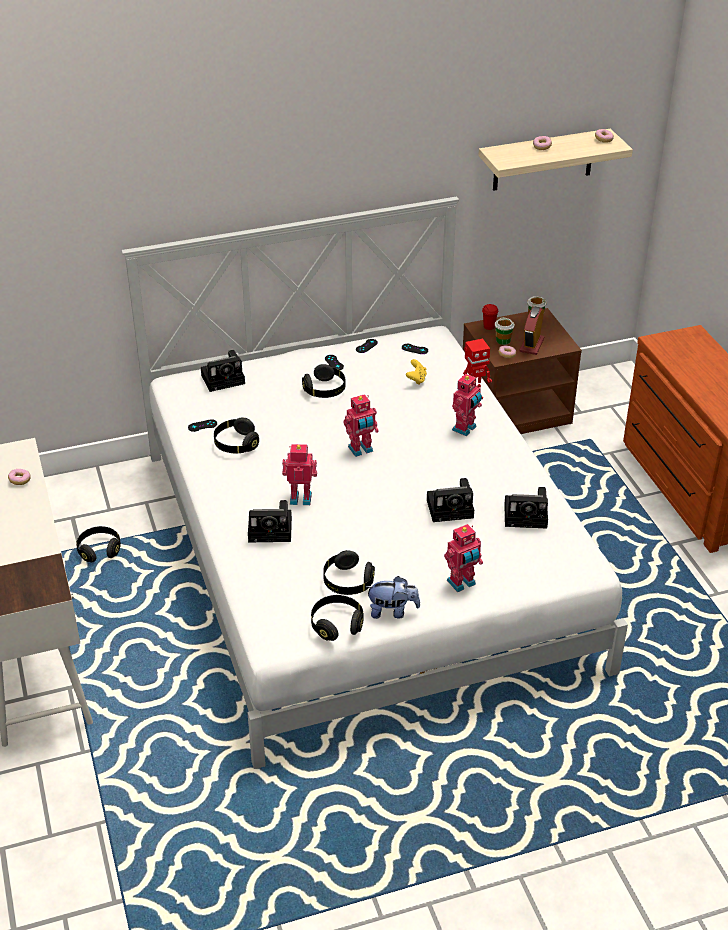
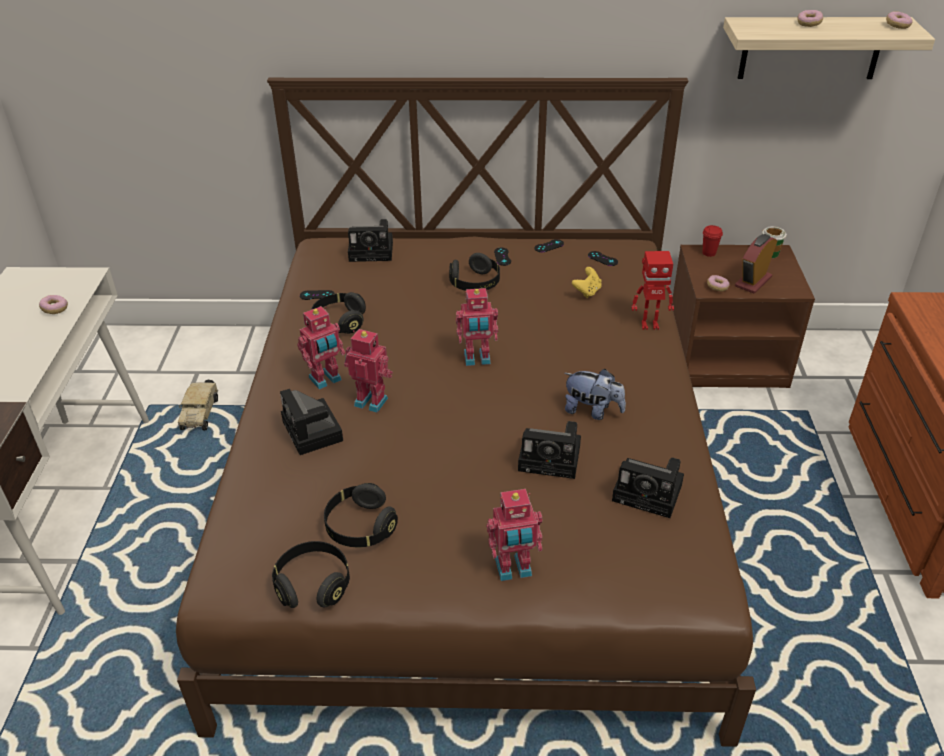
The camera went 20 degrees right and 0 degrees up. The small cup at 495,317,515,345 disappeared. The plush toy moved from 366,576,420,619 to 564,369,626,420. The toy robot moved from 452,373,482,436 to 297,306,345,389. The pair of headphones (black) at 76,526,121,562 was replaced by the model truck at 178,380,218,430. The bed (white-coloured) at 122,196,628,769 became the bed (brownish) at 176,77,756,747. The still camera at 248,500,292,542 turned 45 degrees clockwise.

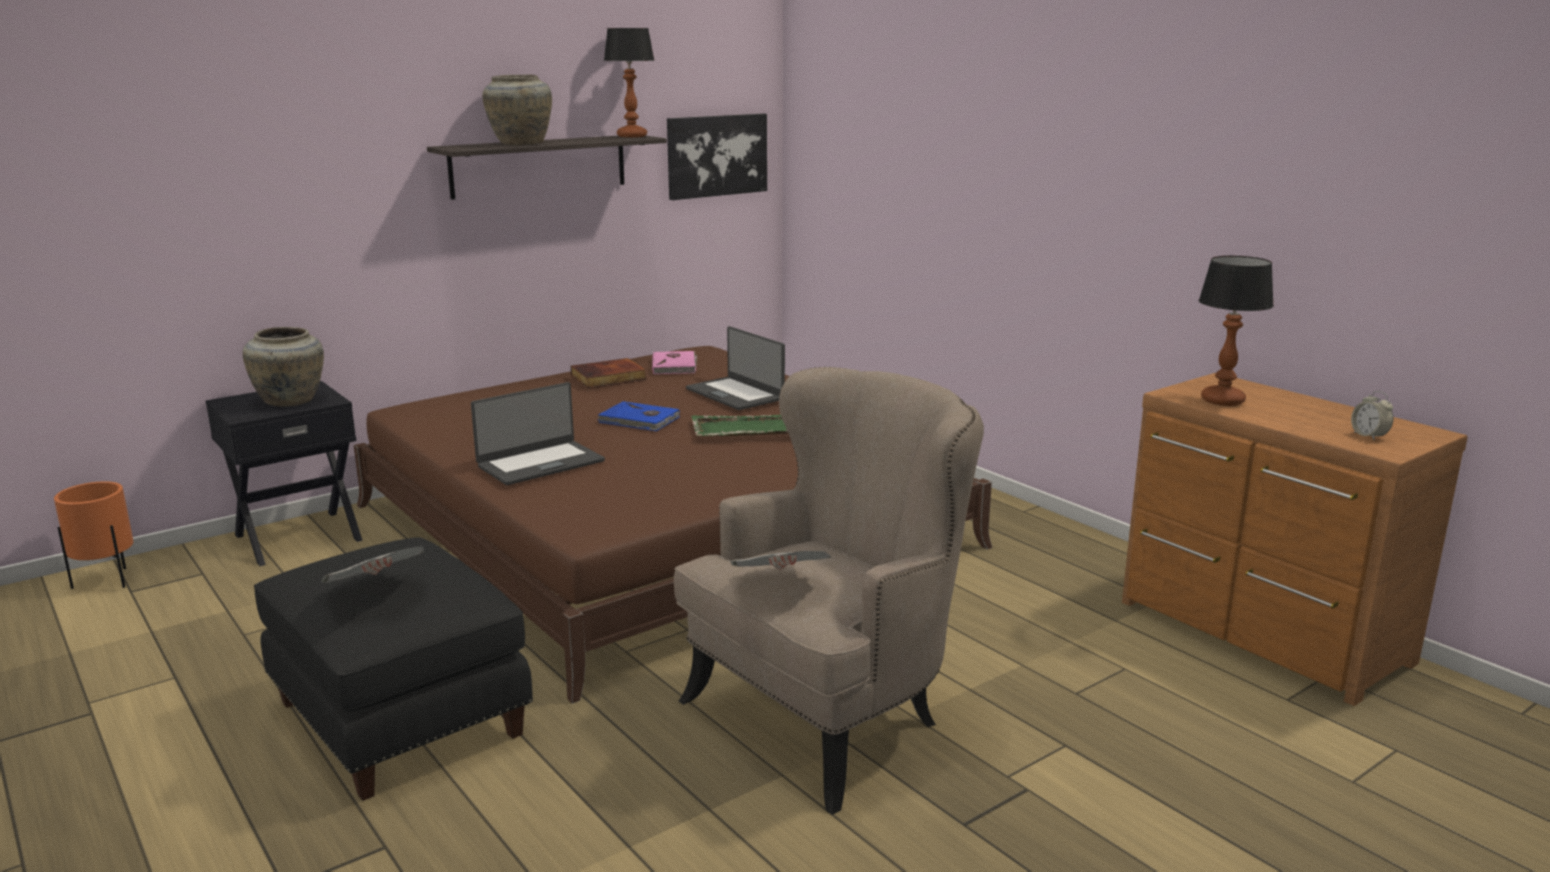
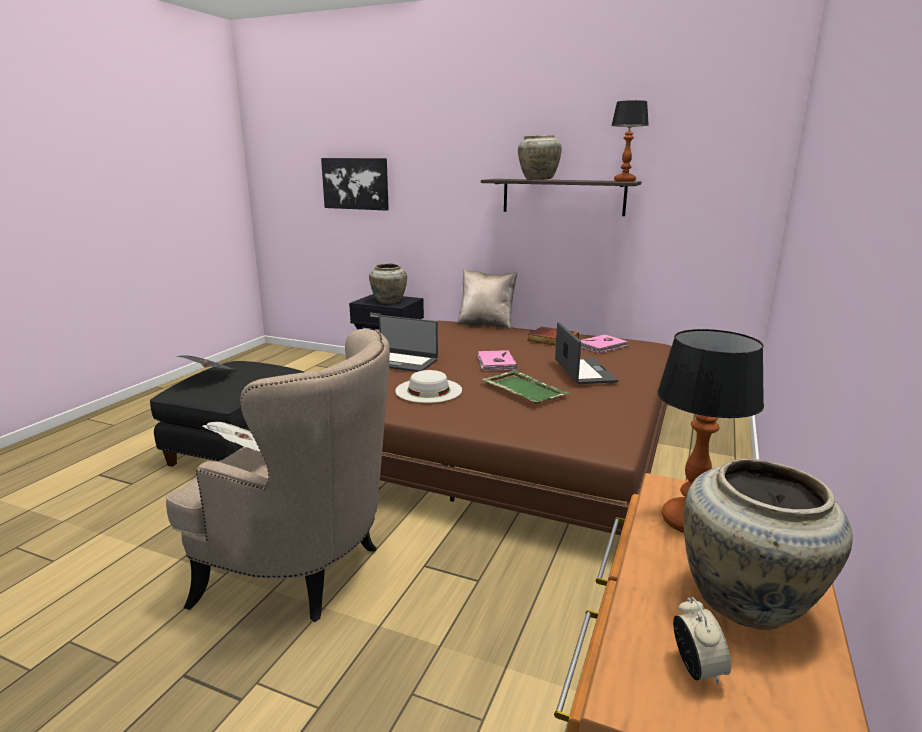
The camera went 60 degrees right and 0 degrees up. The flower pot (orangey) at 54,481,134,589 disappeared. The hat (white-coloured) at 395,370,462,403 appeared. The throw pillow (beige-coloured) at 457,269,517,330 appeared. The flower vase (beige-coloured) at 683,459,853,630 appeared. The picture moved from 667,114,767,200 to 321,158,389,211. The volume (blue) at 598,401,680,431 became the volume (pinkish) at 477,350,517,371. The laptop at 686,326,785,410 turned 150 degrees clockwise. The table clock at 1351,391,1393,440 turned 135 degrees clockwise.

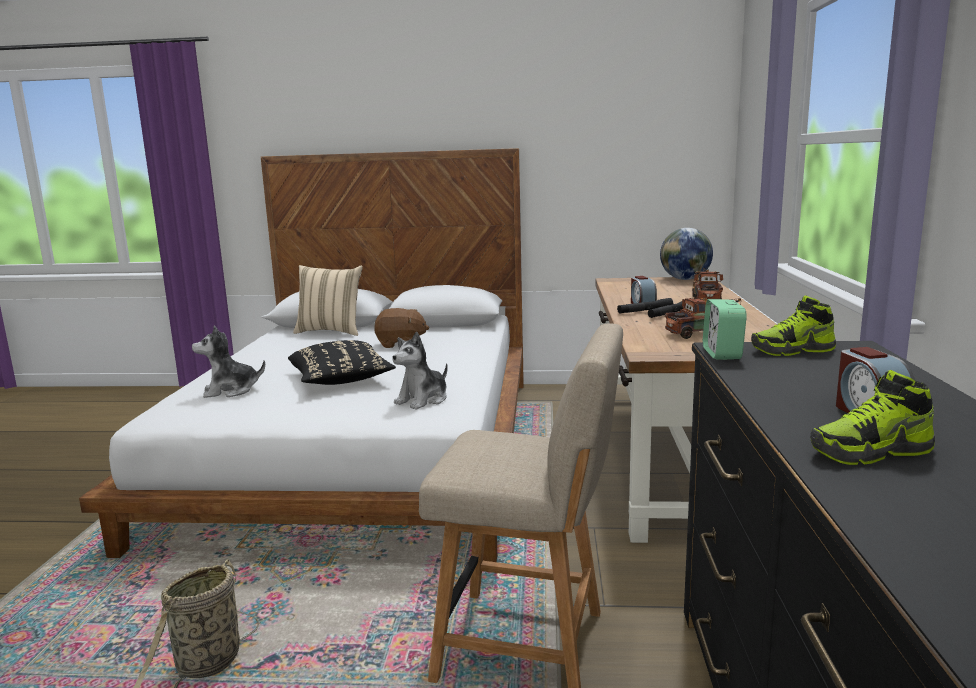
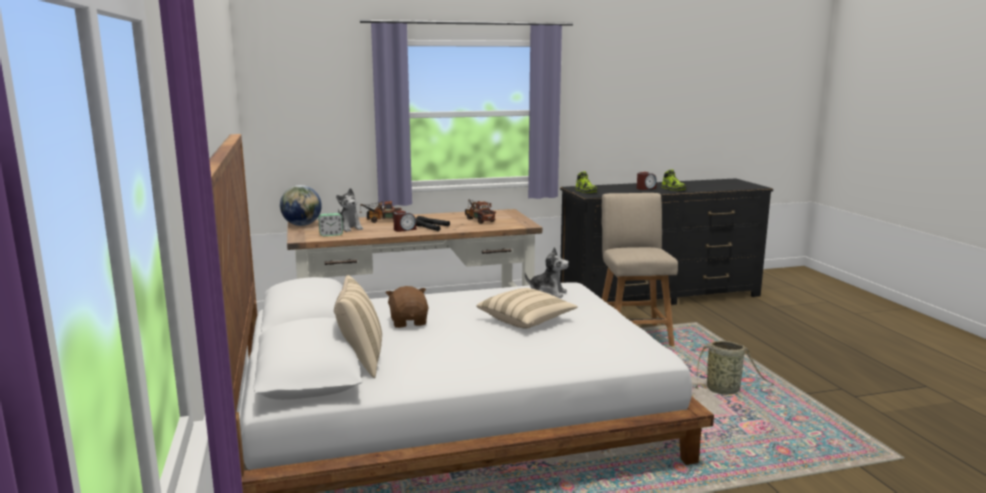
The camera went 110 degrees left and 0 degrees up. The plush toy moved from 192,325,265,398 to 336,188,363,232. The table clock moved from 703,299,747,360 to 318,213,343,236. The throw pillow (black) at 288,340,396,385 became the throw pillow (beige-coloured) at 476,288,578,328.

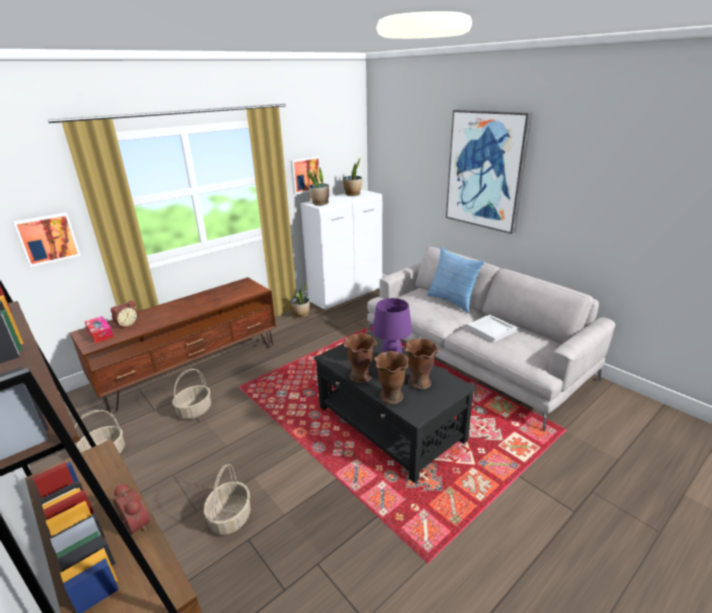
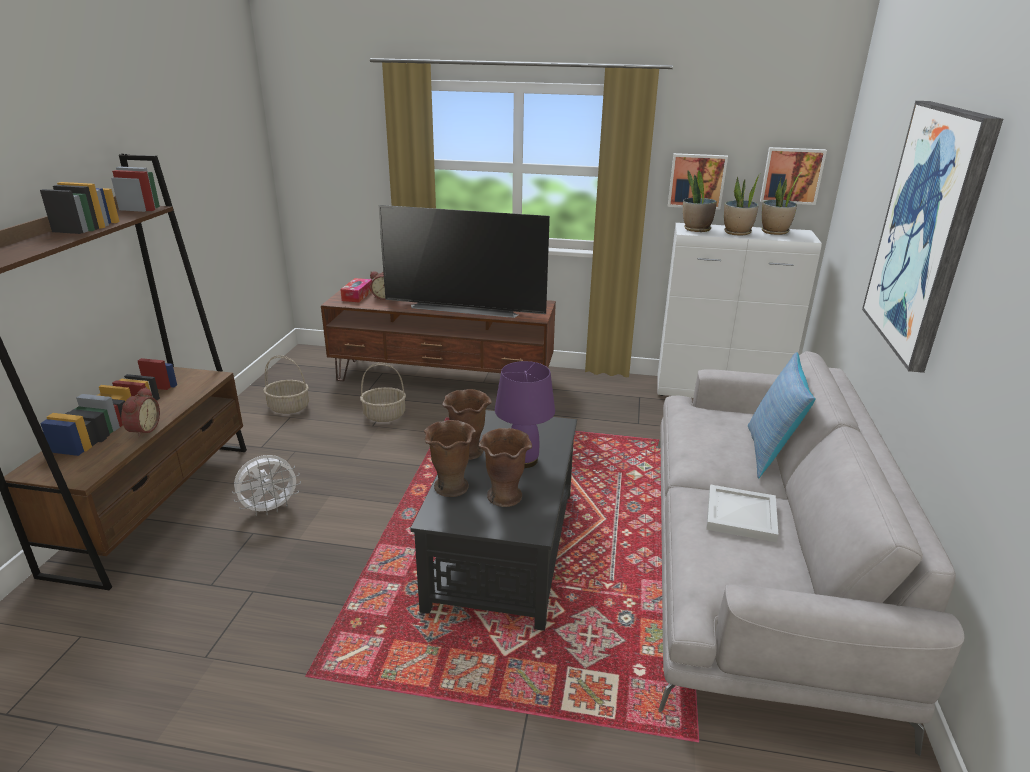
The camera went 50 degrees right and 0 degrees up. The TV at 378,205,550,318 appeared. The picture moved from 13,213,81,267 to 760,147,827,205. The plant in a pot moved from 290,283,310,318 to 724,173,761,235. The household basket at 204,464,251,535 was replaced by the electric fan (white-coloured) at 232,455,301,516.

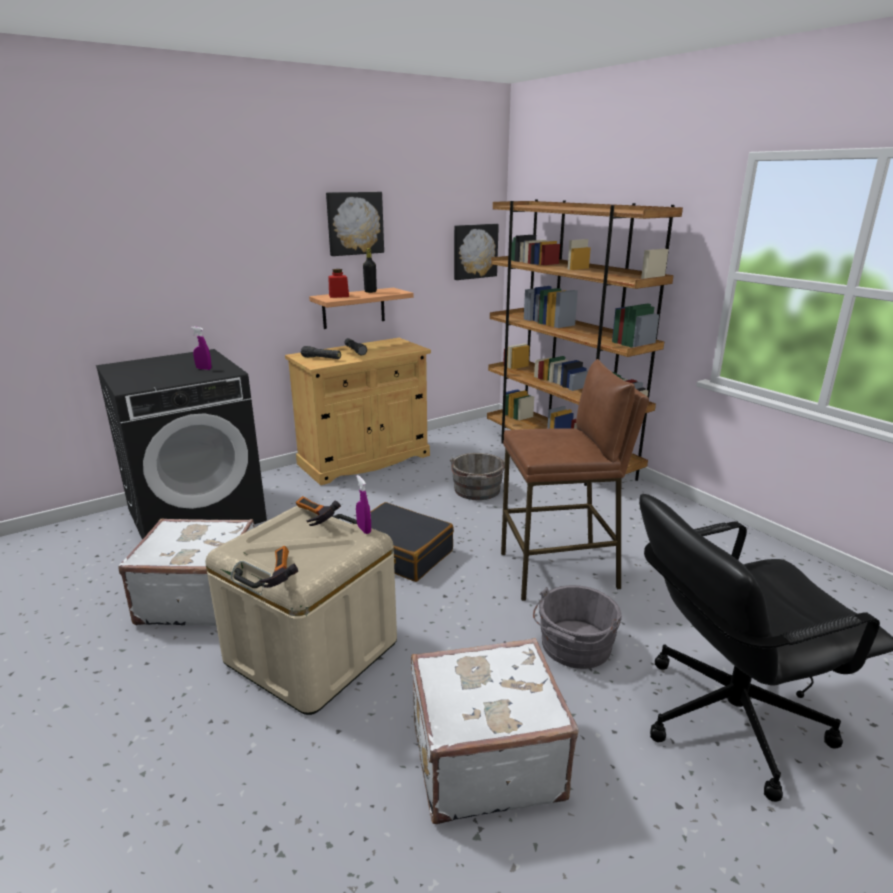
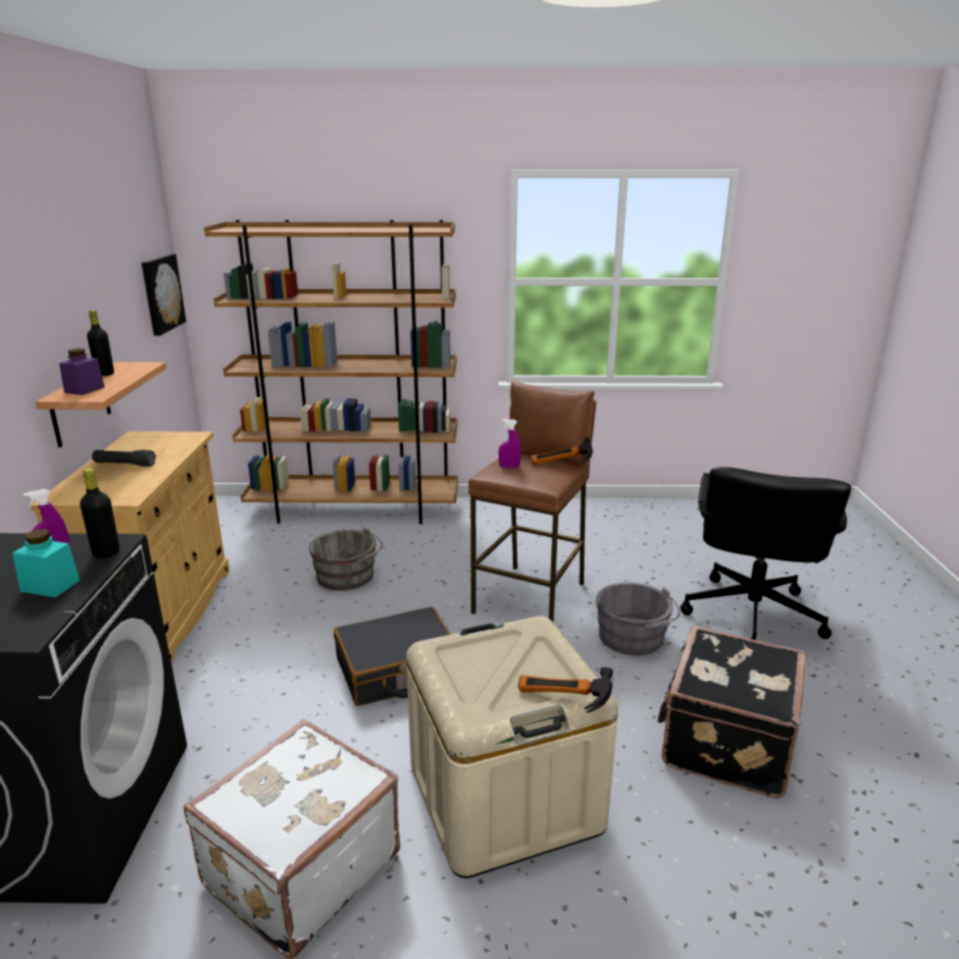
The camera went 55 degrees left and 0 degrees up. The hand torch (black) at 301,346,341,359 disappeared. The picture at 326,192,384,256 disappeared. The preserve jar (turquoise) at 12,529,80,598 appeared. The beverage bottle (black) at 80,468,120,558 appeared. The hammer moved from 296,496,341,526 to 531,437,593,466. The spray bottle (purple) moved from 356,475,371,534 to 499,419,521,468. The preserve jar (red) at 328,269,349,298 became the preserve jar (purple) at 59,348,105,395. The suitcase (white-coloured) at 411,638,579,824 became the suitcase (black) at 657,625,806,798.

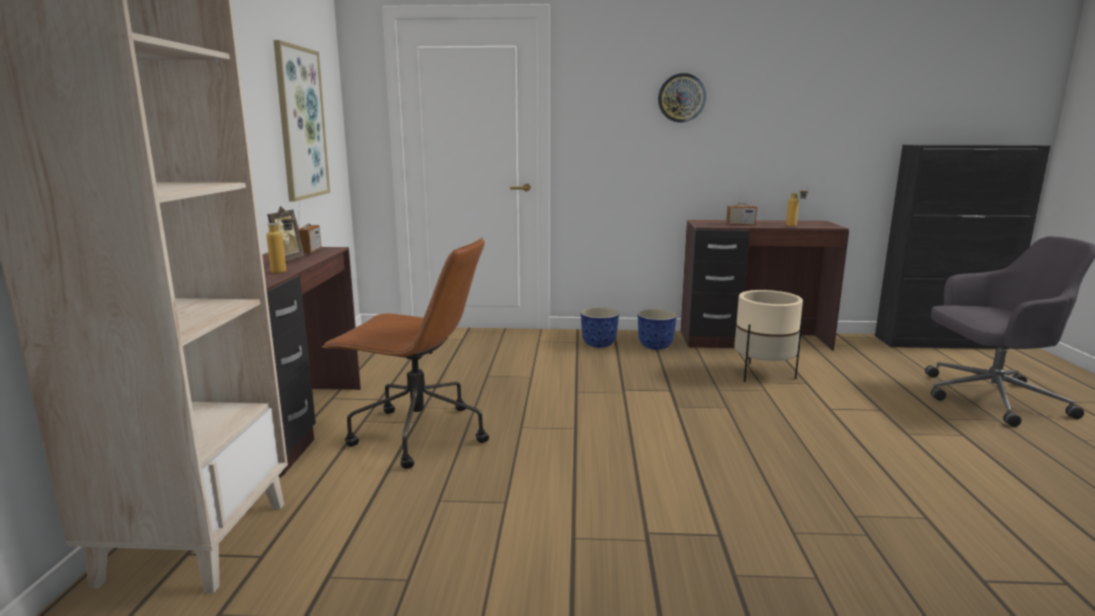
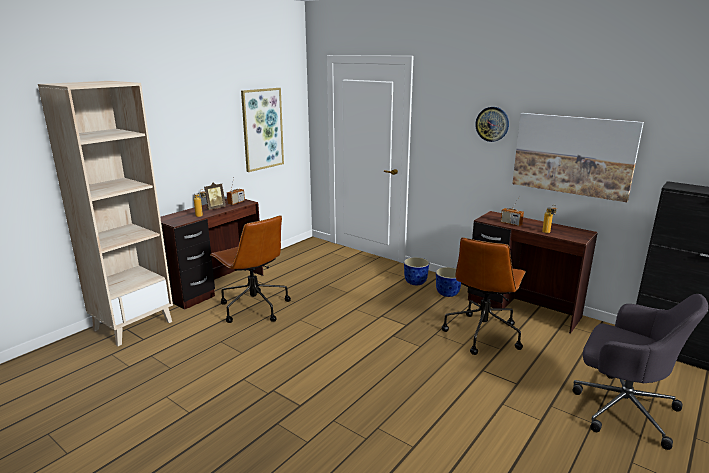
The camera went 35 degrees right and 5 degrees up. The picture at 512,113,644,202 appeared. The flower pot (beige-coloured) at 734,290,803,382 was replaced by the desk chair (brownish) at 442,238,526,355.

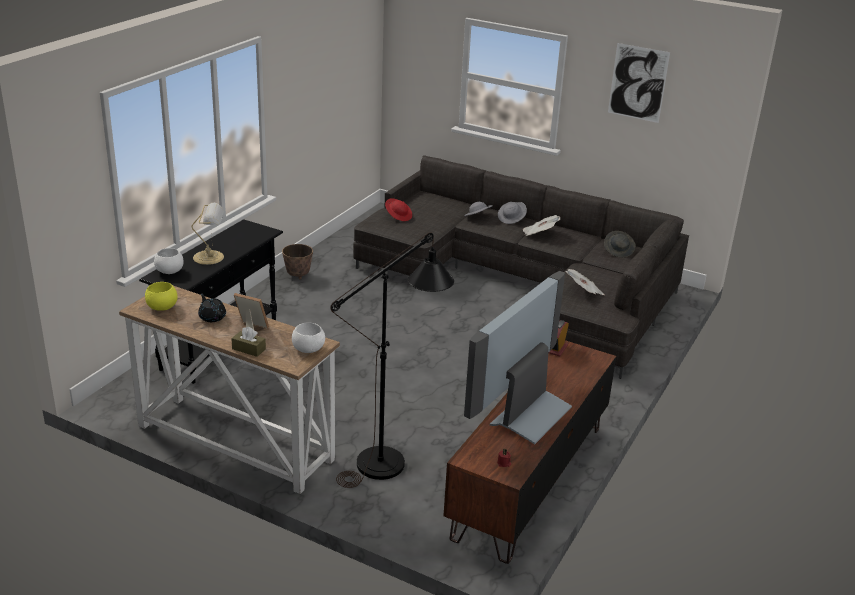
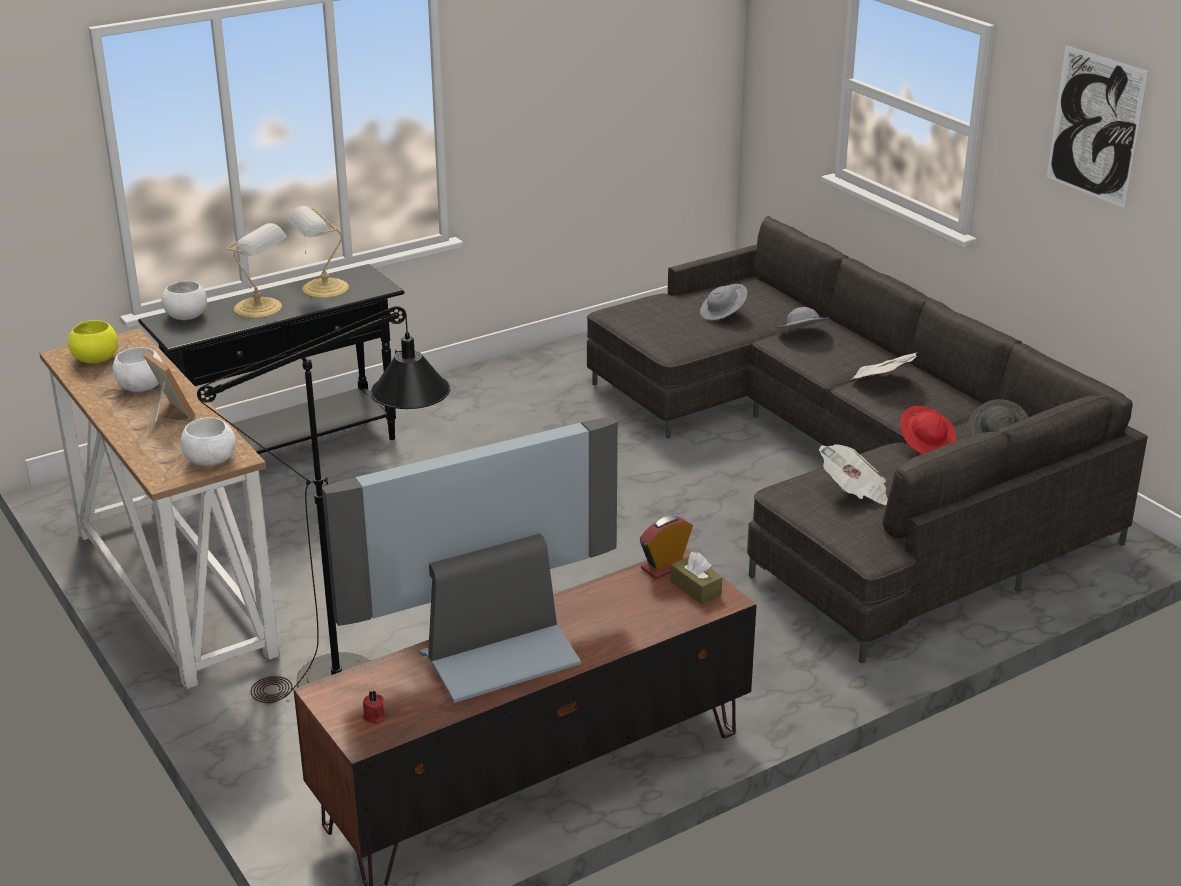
The camera went 30 degrees right and 0 degrees up. The flower pot at 282,244,313,279 disappeared. The tabletop lamp at 288,206,349,298 appeared. The box of tissues (brownish) moved from 231,327,266,357 to 670,552,722,604. The hat (red) moved from 385,198,412,221 to 900,406,956,454. The hat (gray) moved from 498,202,527,224 to 700,284,747,321. The teapot (black) at 198,293,226,322 was replaced by the serving bowl (white-coloured) at 113,347,163,392.

